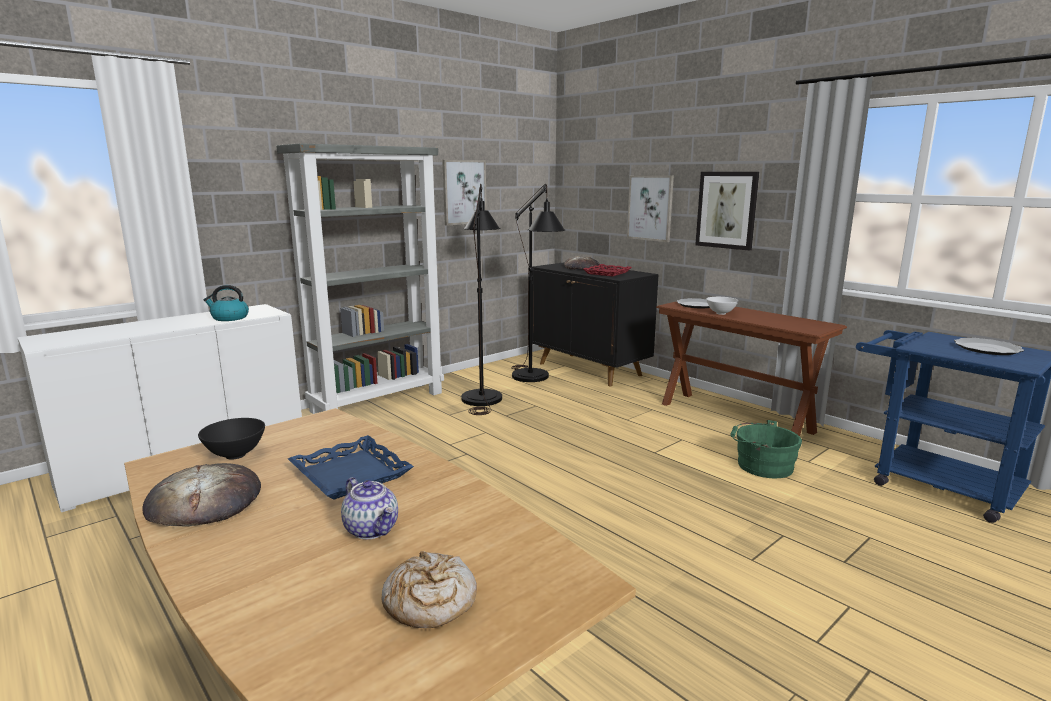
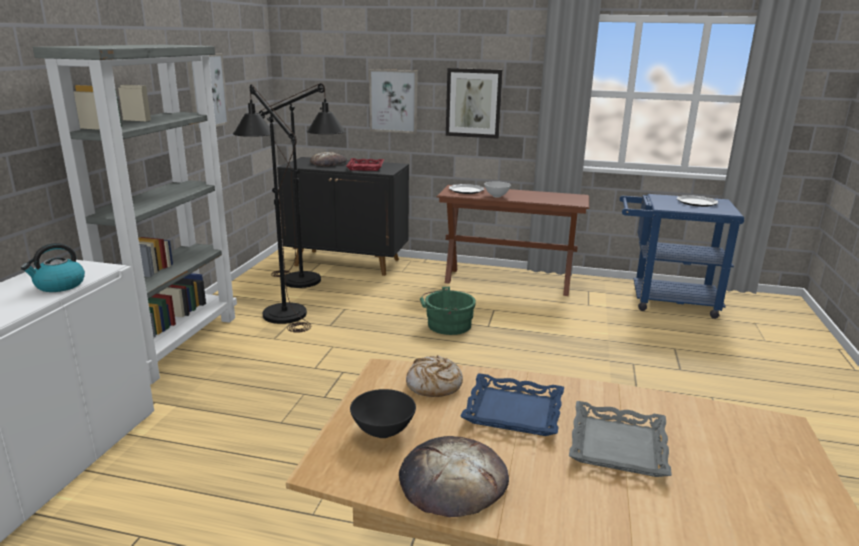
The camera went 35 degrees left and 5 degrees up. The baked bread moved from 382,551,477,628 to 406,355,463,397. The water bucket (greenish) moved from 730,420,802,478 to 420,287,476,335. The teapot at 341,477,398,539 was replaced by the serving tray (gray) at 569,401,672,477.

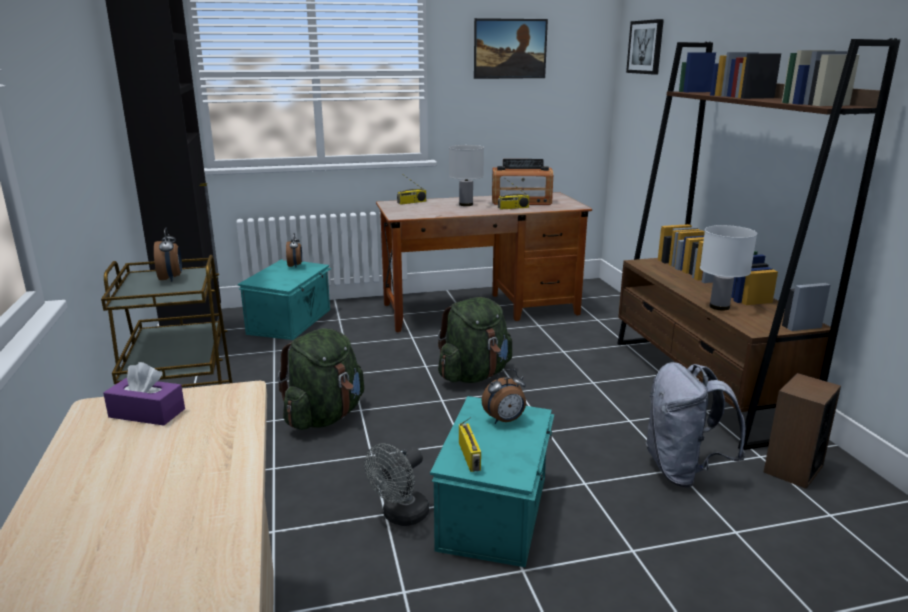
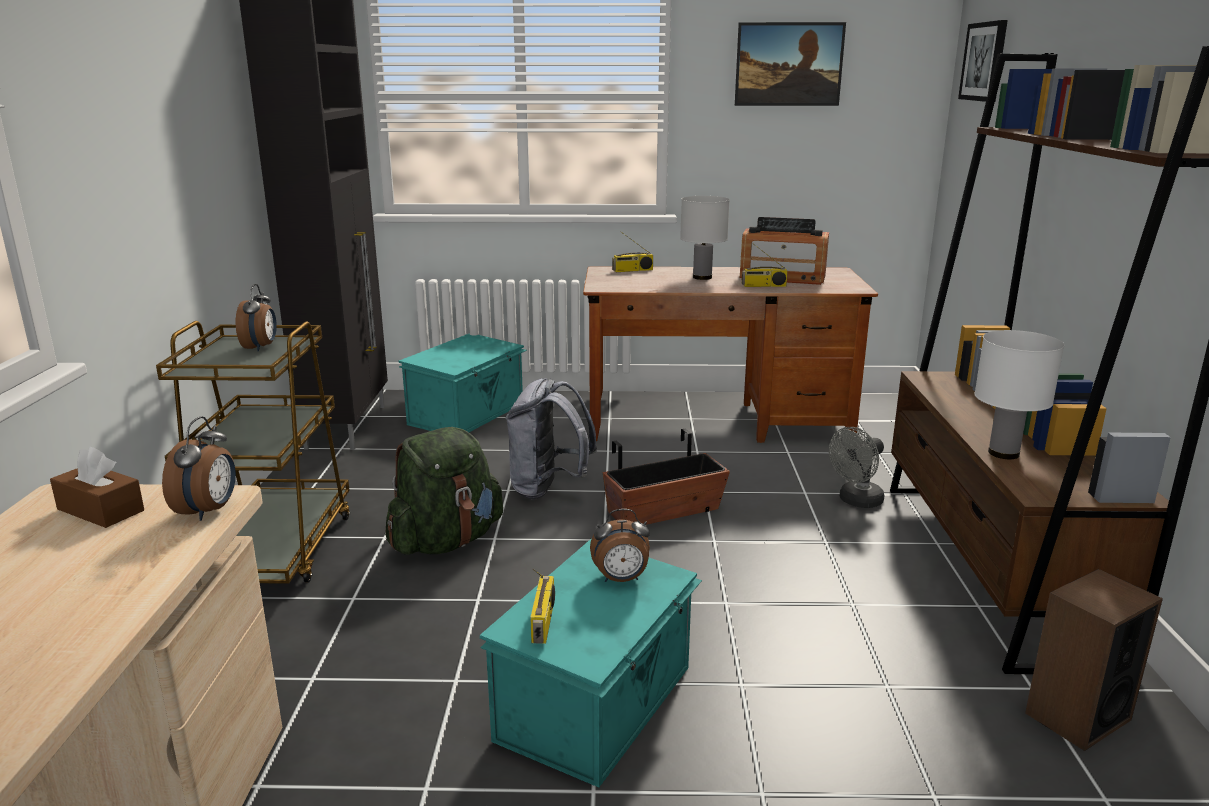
The camera went 15 degrees right and 0 degrees up. The table clock moved from 286,233,302,268 to 162,416,236,521. The electric fan (gray) moved from 364,443,429,526 to 829,427,884,508. The backpack (gray) moved from 645,362,746,488 to 506,378,597,500. The backpack (greenish) at 438,297,512,383 was replaced by the flower pot at 603,429,730,525. The box of tissues (purple) at 103,362,185,426 became the box of tissues (brownish) at 50,447,144,528.

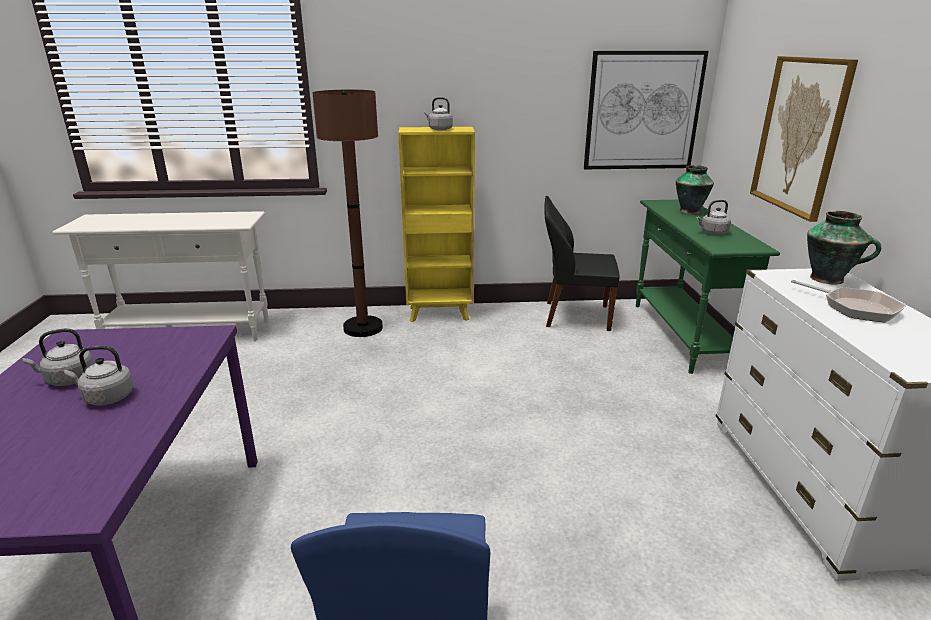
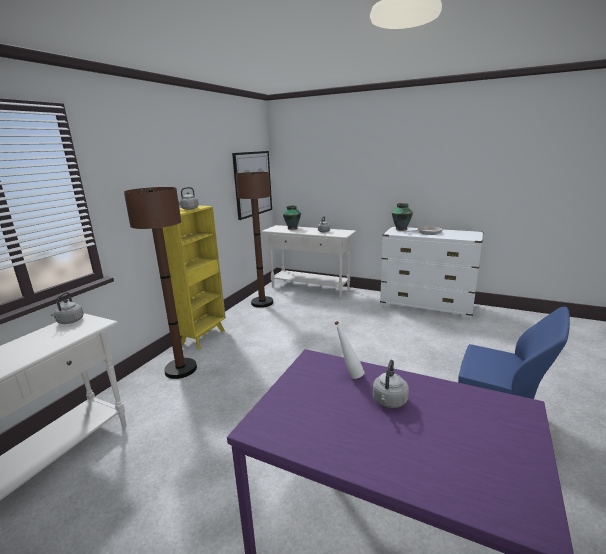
The camera went 60 degrees left and 5 degrees down. The picture at 750,56,858,222 disappeared. The beverage bottle (white-coloured) at 334,321,365,379 appeared. The water kettle (gray) moved from 22,328,94,386 to 51,292,84,324. The plain chair (black) at 544,196,620,331 was replaced by the standing lamp (brownish) at 236,172,273,308. The hall table (greenish) at 636,200,780,374 became the hall table (white-coloured) at 262,225,356,298.

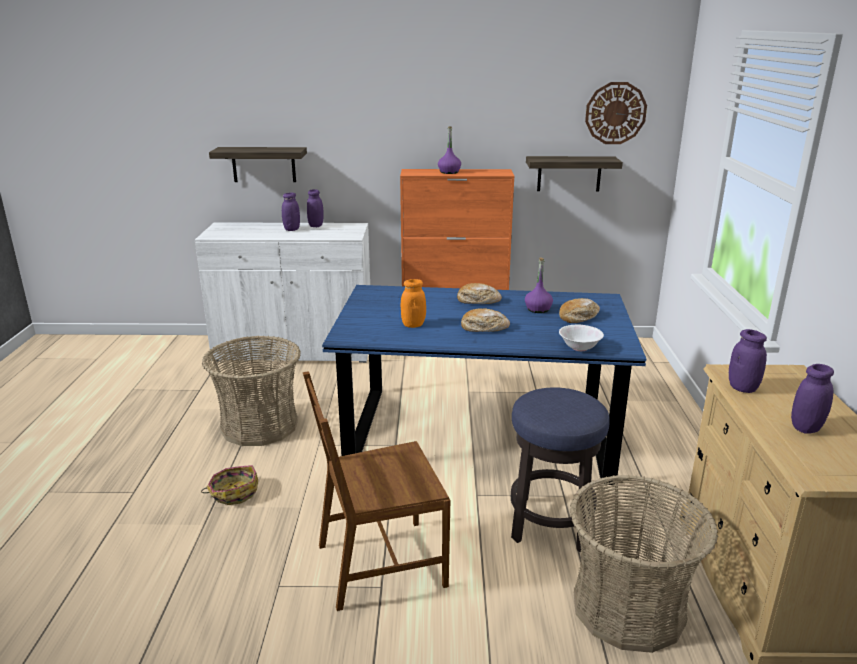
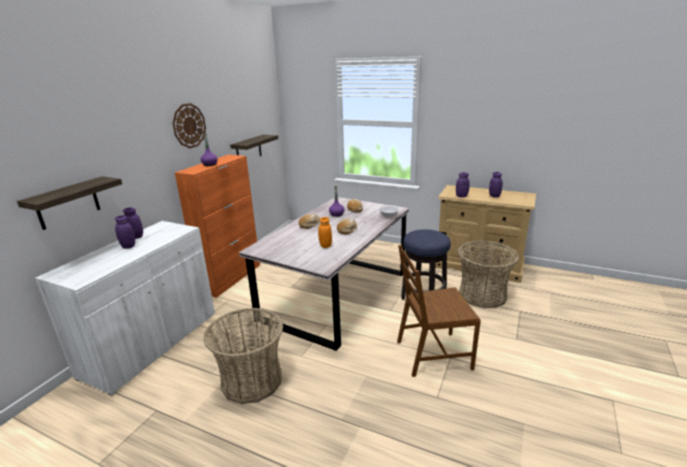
The camera went 65 degrees left and 0 degrees up. The household basket at 201,465,258,505 disappeared. The wall clock moved from 585,82,647,144 to 172,103,206,148. The dining table (blue) at 322,285,646,485 became the dining table (gray) at 239,197,409,351. The plain chair (brownish) at 303,371,450,611 turned 75 degrees clockwise.

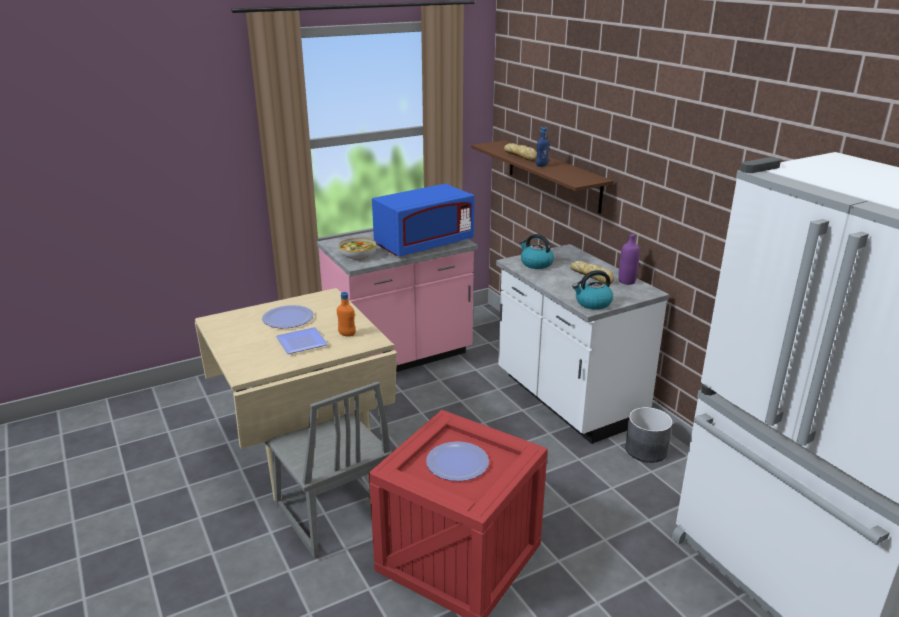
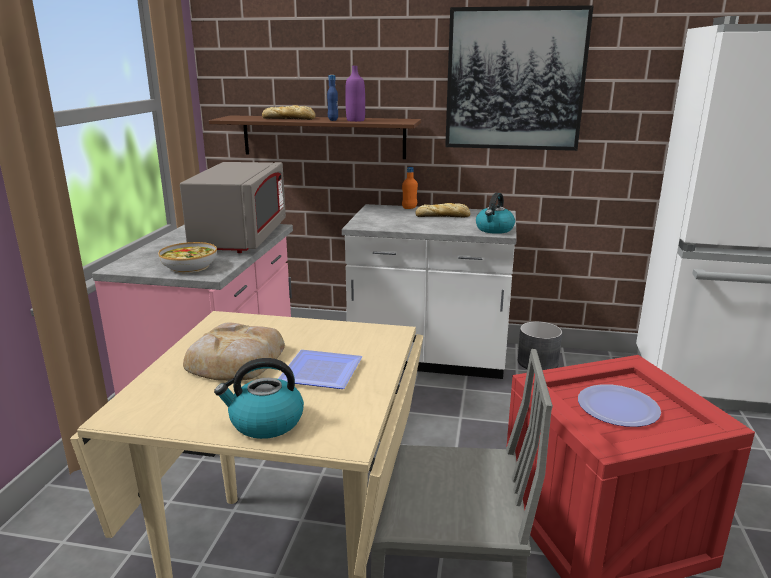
The camera went 50 degrees left and 5 degrees down. The picture at 445,5,593,151 appeared. The beverage bottle (orangey) moved from 337,292,356,337 to 402,167,418,209. The water kettle moved from 520,234,554,269 to 214,358,304,439. The beverage bottle (purple) moved from 619,234,640,285 to 345,66,365,122. The flat dish at 262,305,314,328 was replaced by the baked bread at 183,322,285,381. The microwave (blue) at 372,184,474,256 became the microwave (gray) at 180,162,286,253.

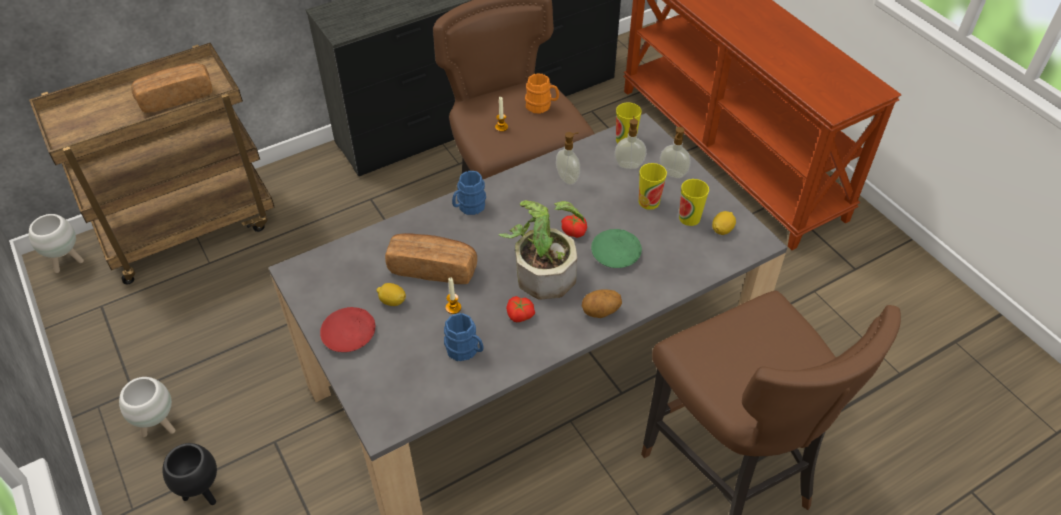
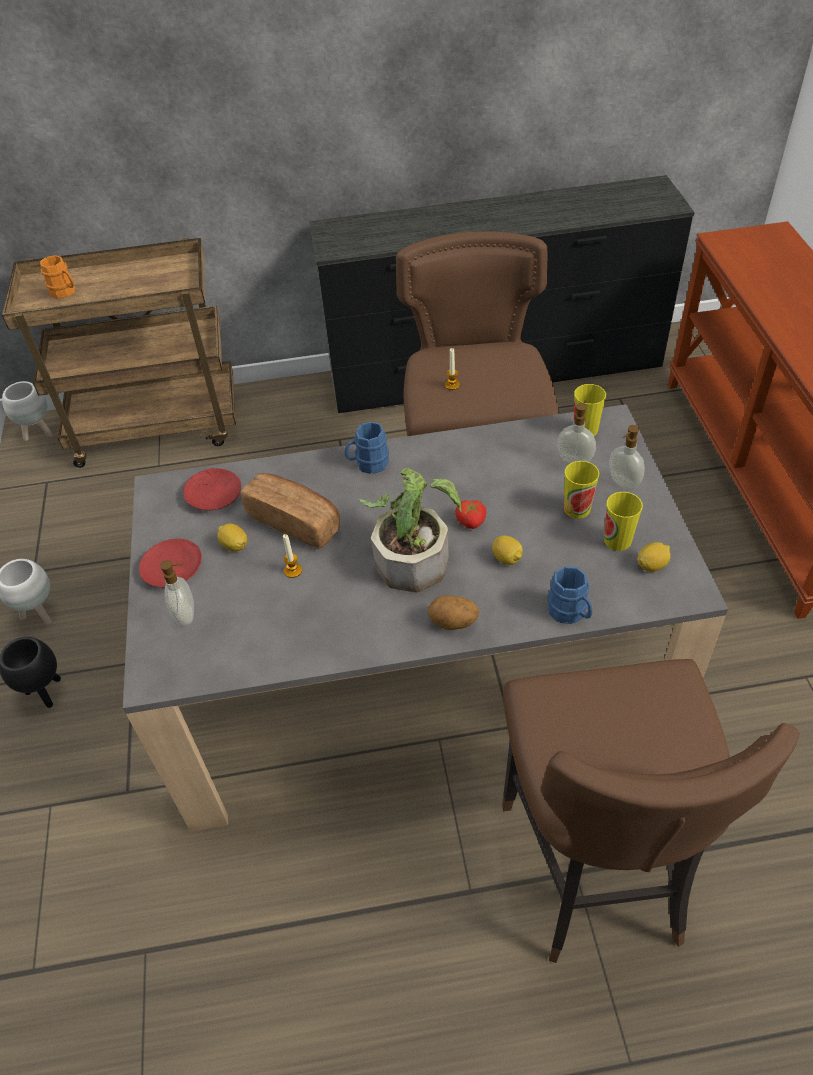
The camera went 25 degrees right and 0 degrees up. The baked bread at 131,63,212,113 disappeared. The fresh tomato at 506,296,535,322 disappeared. The flat dish (red) at 183,468,241,510 appeared. The coffee mug (blue) moved from 444,313,484,361 to 547,567,592,624. The coffee mug (orangey) moved from 525,73,559,114 to 40,255,75,298. The soap bottle moved from 556,132,580,185 to 160,560,194,626. The flat dish (greenish) at 591,229,642,268 was replaced by the whole lemon at 492,536,523,565.

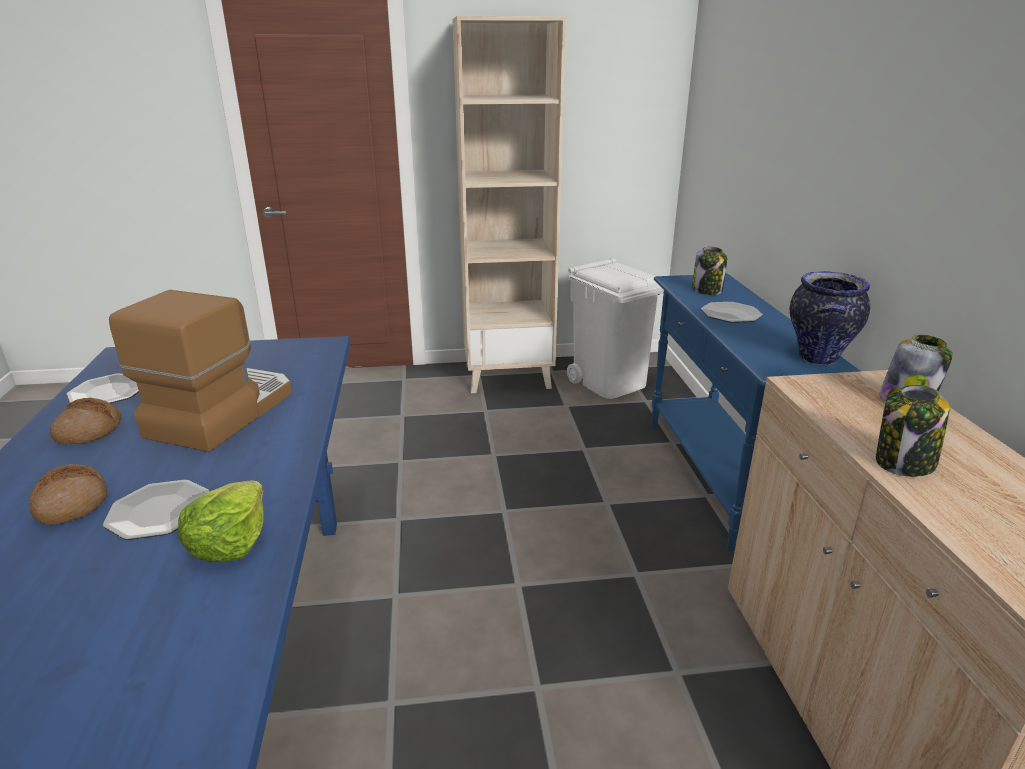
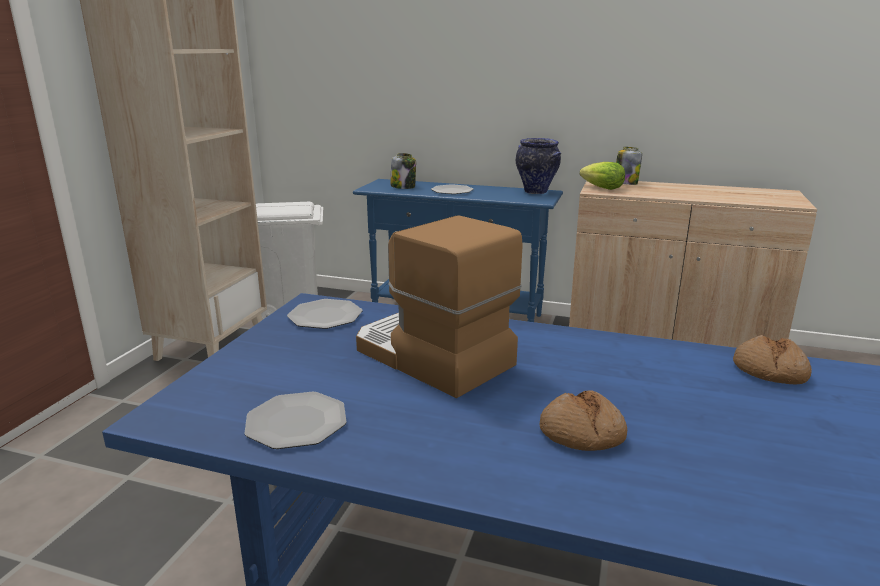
The camera went 65 degrees left and 5 degrees down. The preserve jar at 876,385,950,477 disappeared. The baked bread moved from 50,398,122,444 to 733,335,812,384. The flat dish moved from 103,480,210,540 to 287,299,363,329. The lettuce moved from 178,480,264,562 to 580,162,625,190.

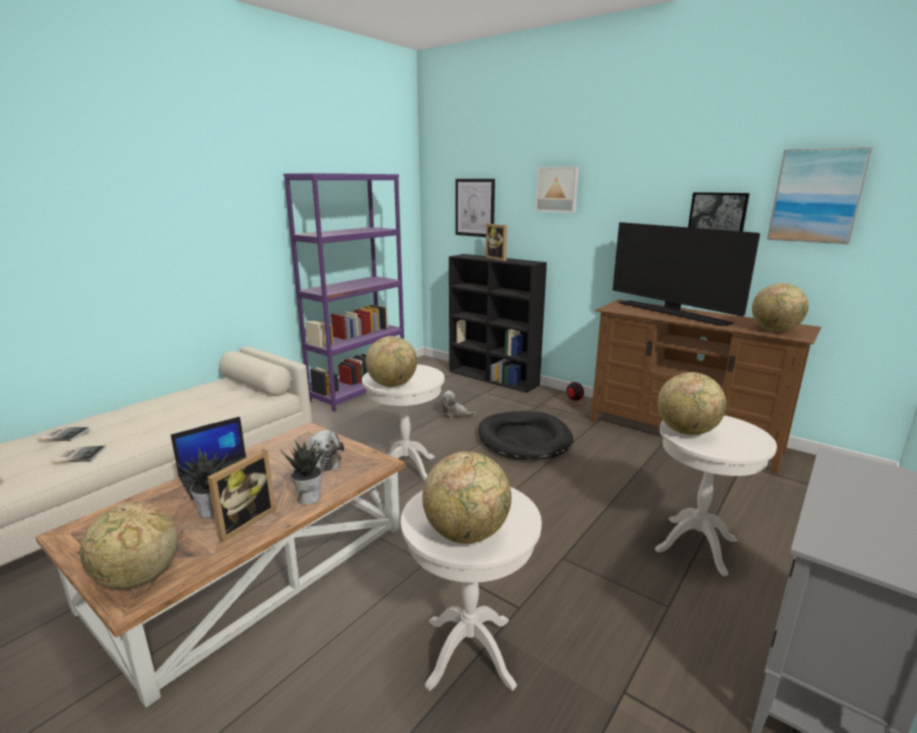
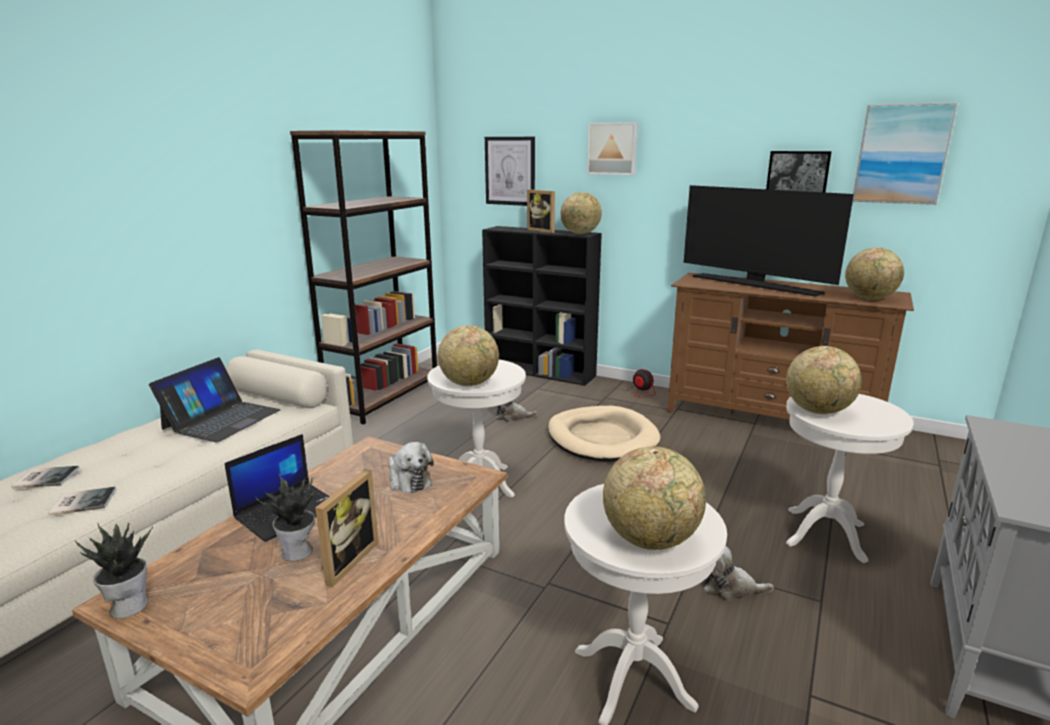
The camera went 10 degrees left and 0 degrees up. The laptop at 149,357,281,442 appeared. The plush toy at 703,546,774,601 appeared. The world globe moved from 80,502,177,589 to 561,192,602,234. The plant in a pot moved from 281,440,327,505 to 75,522,153,619. The shelving unit (purple) at 283,173,404,412 became the shelving unit (brownish) at 290,130,437,424. The pet bed (black) at 478,411,574,460 became the pet bed (beige-coloured) at 548,406,660,462.

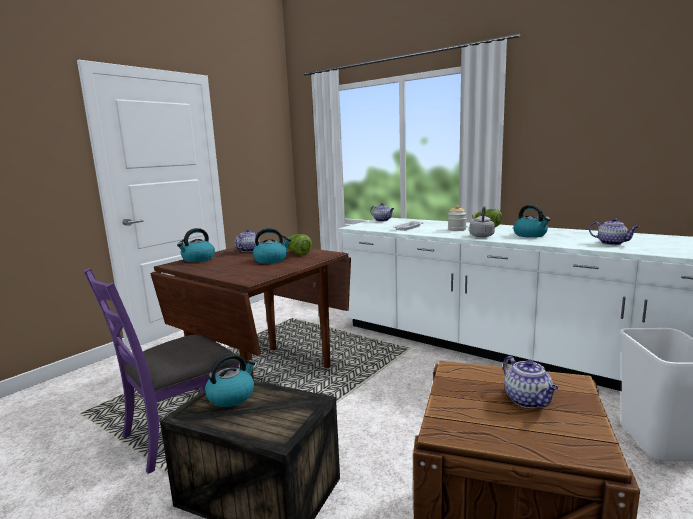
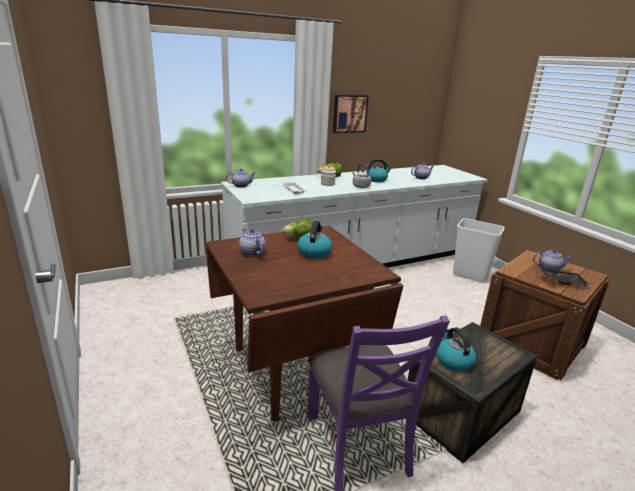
The camera went 65 degrees left and 10 degrees up. The water kettle at 177,228,215,262 disappeared. The picture at 333,95,369,133 appeared. The serving tray (black) at 539,267,591,286 appeared.

